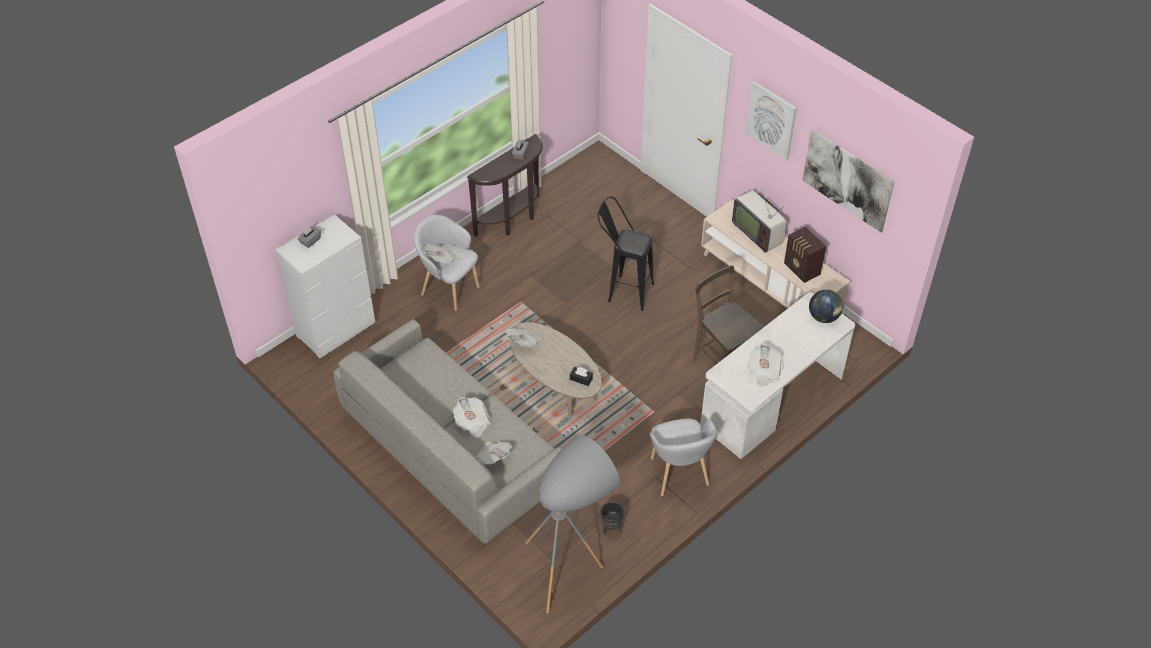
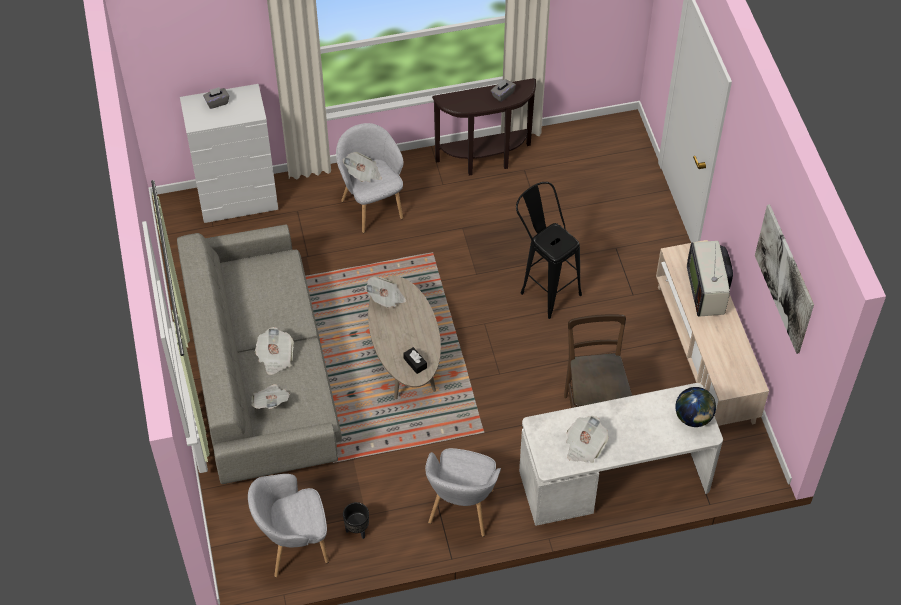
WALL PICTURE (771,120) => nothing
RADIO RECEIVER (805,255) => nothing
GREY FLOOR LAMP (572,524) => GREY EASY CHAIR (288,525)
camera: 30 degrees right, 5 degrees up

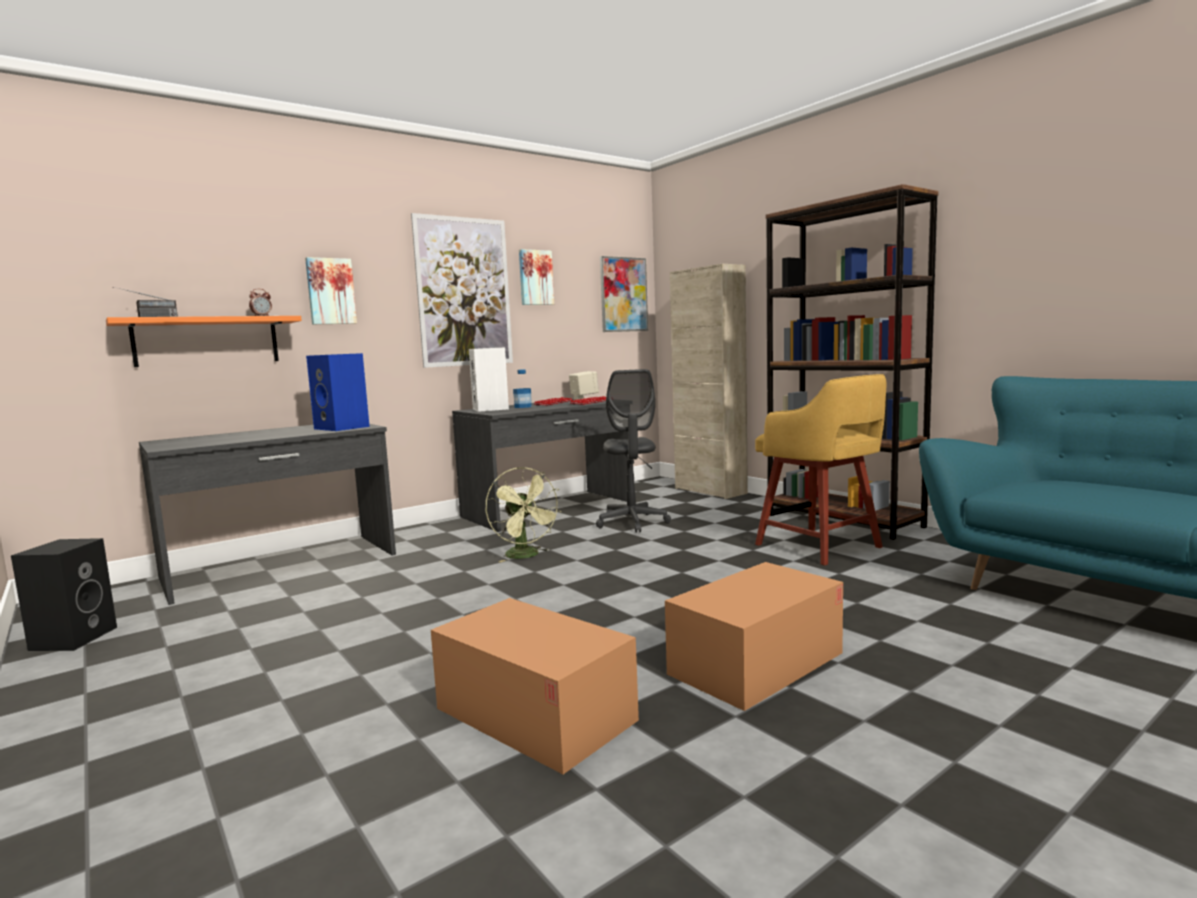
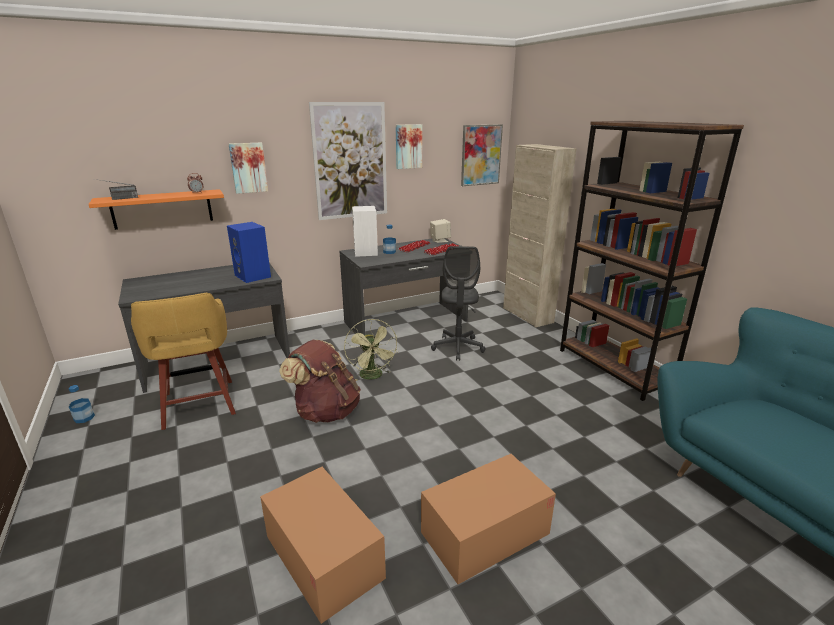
YELLOW-COLOURED STOOL SEAT (820,470) => YELLOW-COLOURED STOOL SEAT (183,361), moved
BLACK-COLOURED AUDIO SPEAKER (64,594) => BEVERAGE BOTTLE (82,404)
nothing => BROWN RUCKSACK (320,381)
camera: 10 degrees right, 15 degrees up

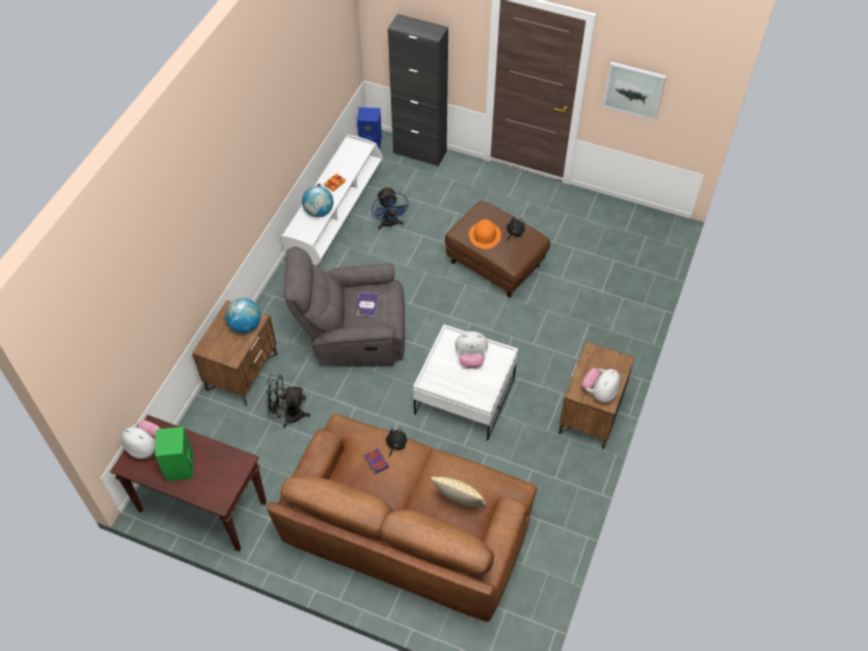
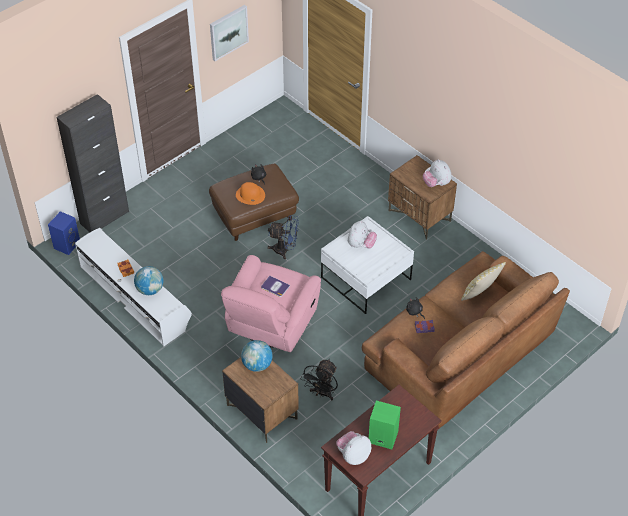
BLUISH COOLING FAN (391,207) => BLUISH COOLING FAN (283,237), moved
GREY EASY CHAIR (344,306) => PINK-COLOURED EASY CHAIR (271,303)
camera: 65 degrees left, 5 degrees down

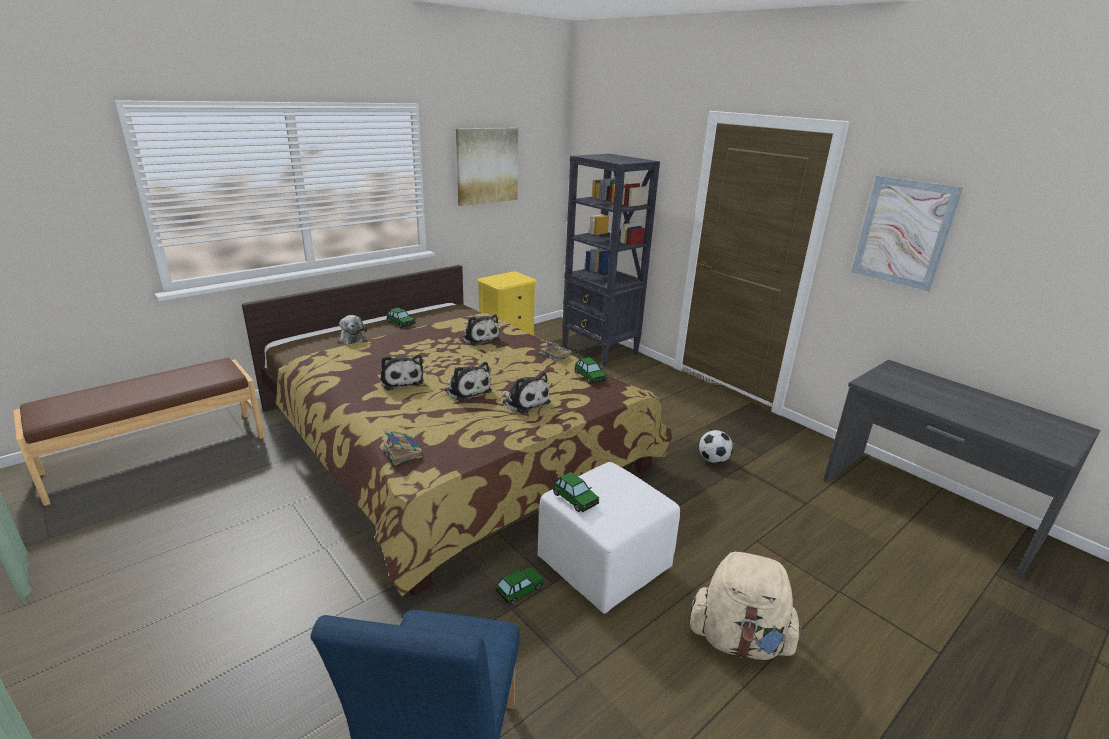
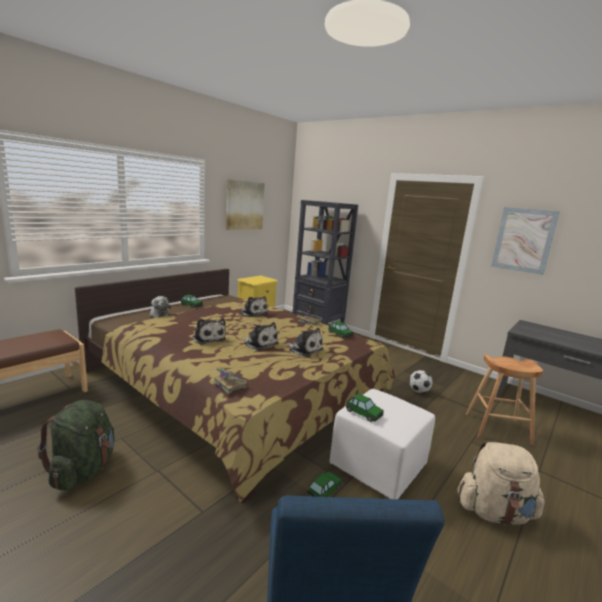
nothing => BROWN STOOL SEAT (504,400)
nothing => GREENISH RUCKSACK (76,445)
camera: 10 degrees left, 10 degrees down

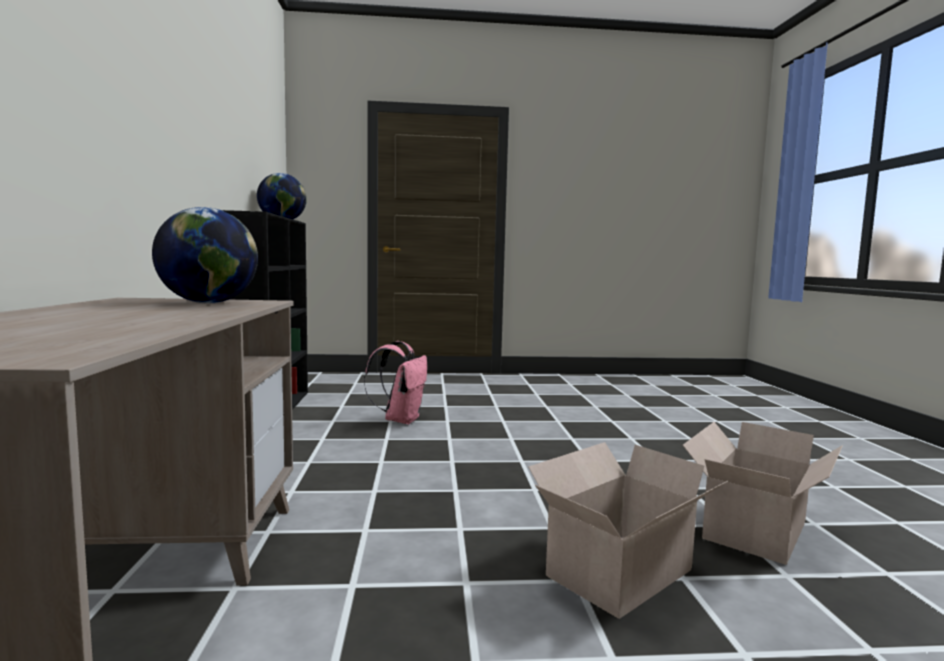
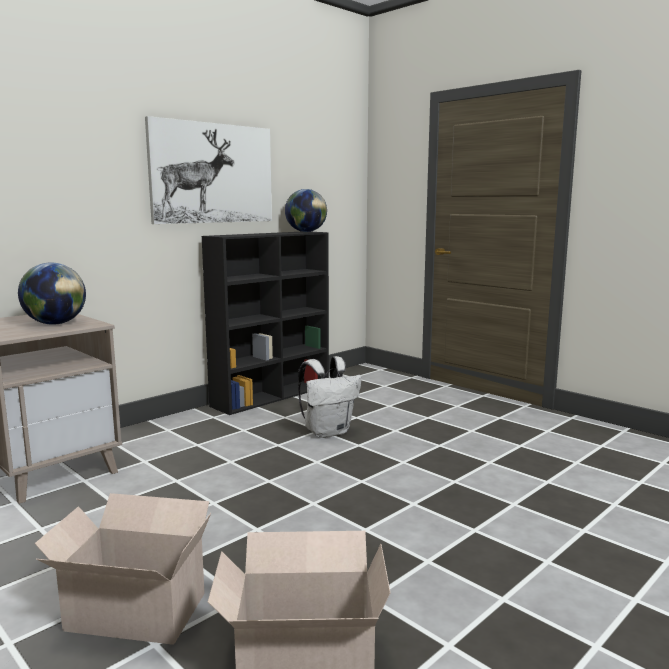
PINK-COLOURED RUCKSACK (395,382) => WHITE-COLOURED RUCKSACK (330,397)
nothing => WALL PICTURE (208,170)
camera: 50 degrees right, 5 degrees up

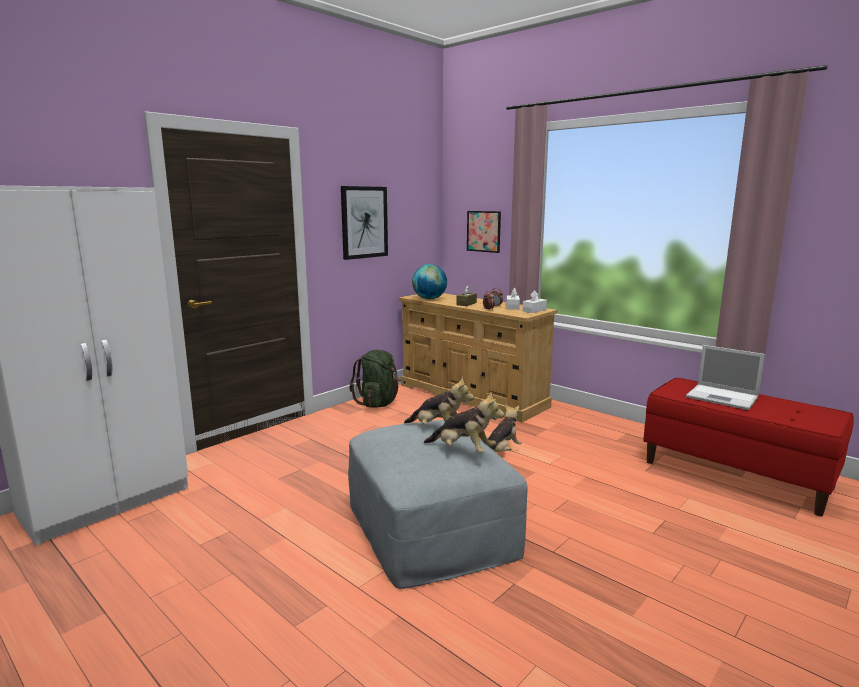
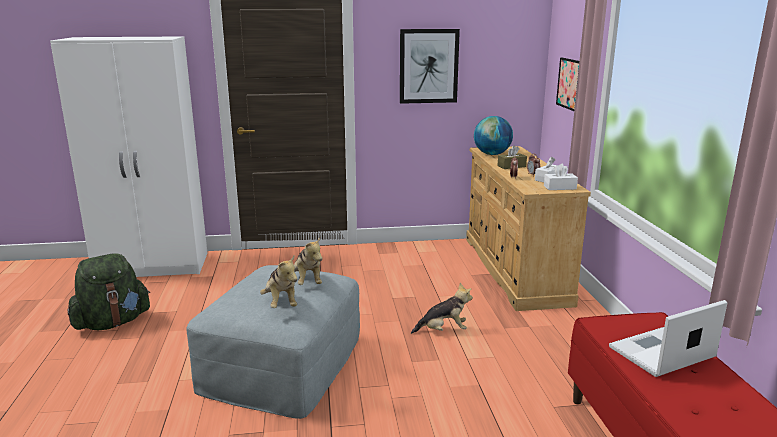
NOTEBOOK COMPUTER (725,377) => NOTEBOOK COMPUTER (668,338), 75 degrees clockwise
GREENISH RUCKSACK (375,379) => GREENISH RUCKSACK (108,291), moved
camera: 40 degrees right, 5 degrees up

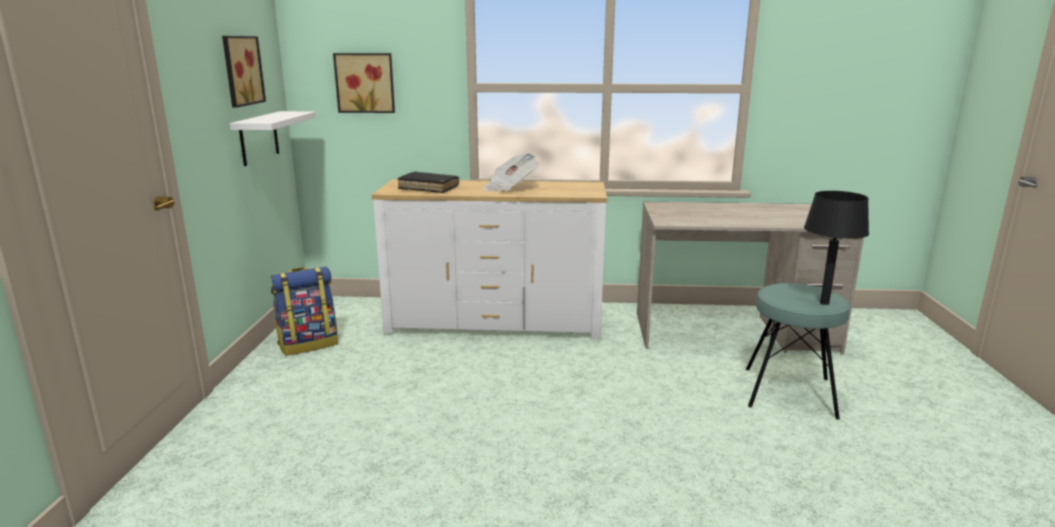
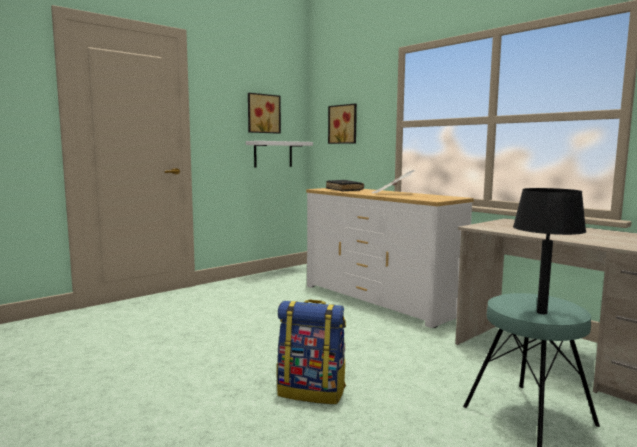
RUCKSACK (304,311) => RUCKSACK (311,352), moved
camera: 45 degrees right, 10 degrees down

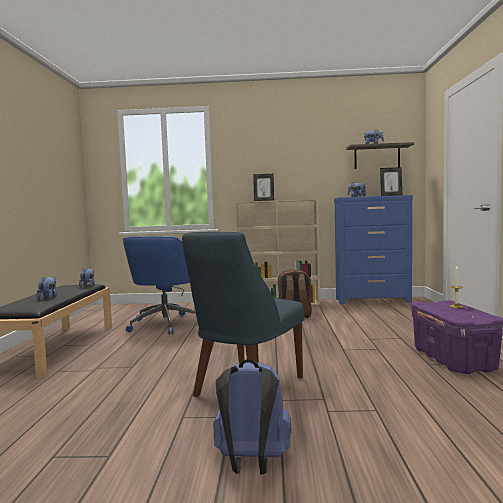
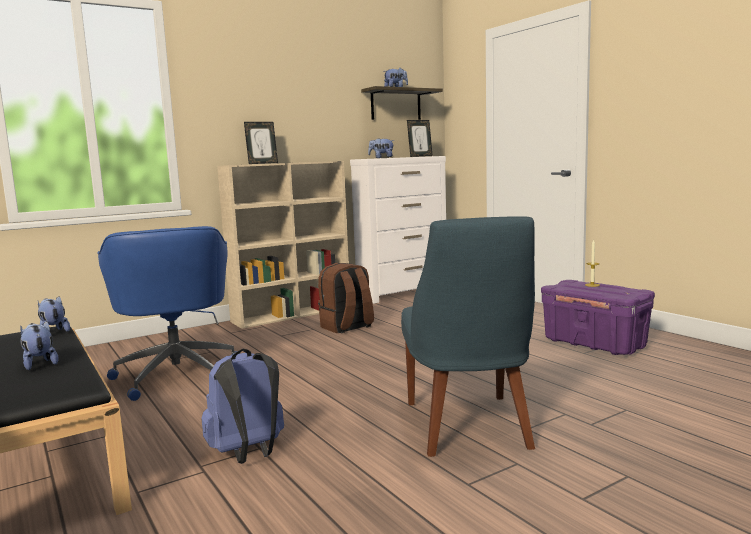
BLUISH DRAWER CHEST (373,249) => WHITE-COLOURED DRAWER CHEST (398,230)
BLUISH RUCKSACK (252,417) => BLUISH RUCKSACK (242,406), moved
camera: 35 degrees left, 5 degrees up

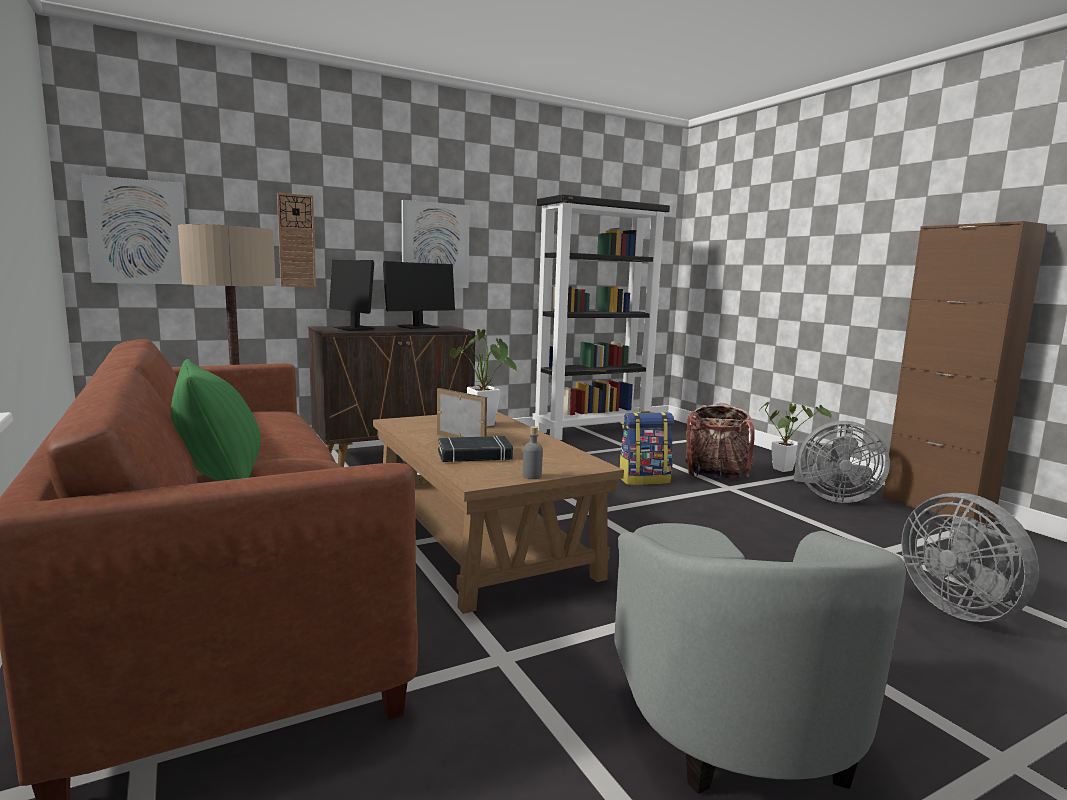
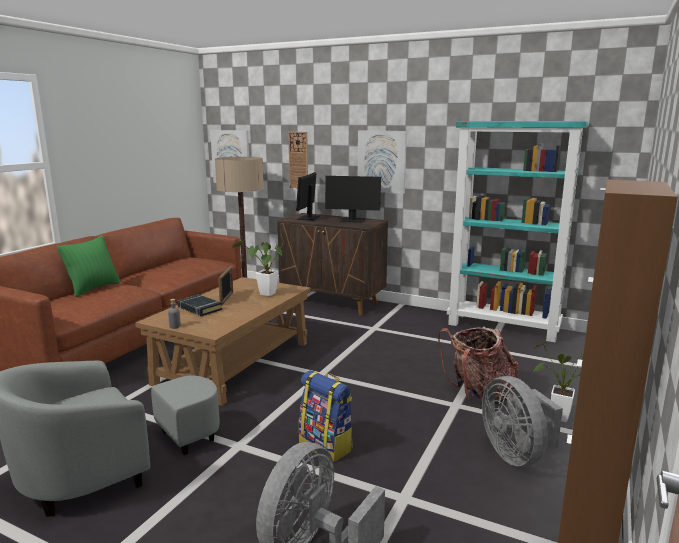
BLACK-COLOURED BOOKCASE (601,317) => TURQUOISE-COLOURED BOOKCASE (517,231)
RUCKSACK (647,448) => RUCKSACK (326,416), moved
camera: 55 degrees right, 5 degrees up

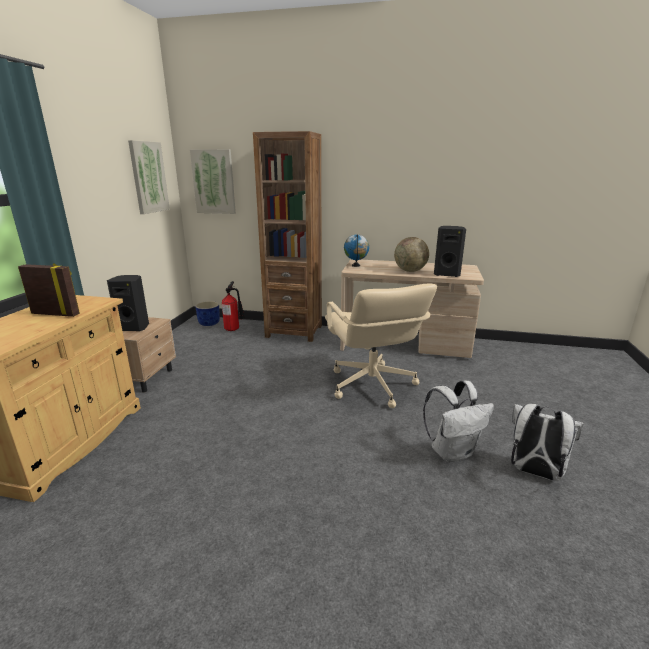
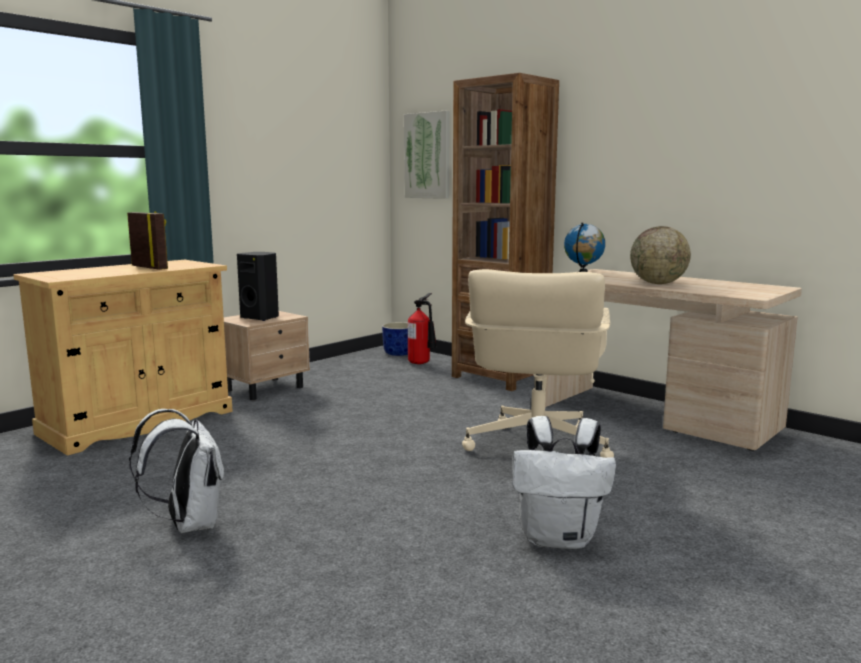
WALL PICTURE (149,177) => nothing
BLACK-COLOURED AUDIO SPEAKER (450,251) => nothing
WHITE-COLOURED RUCKSACK (547,442) => WHITE-COLOURED RUCKSACK (176,471), moved
camera: 30 degrees right, 10 degrees down

